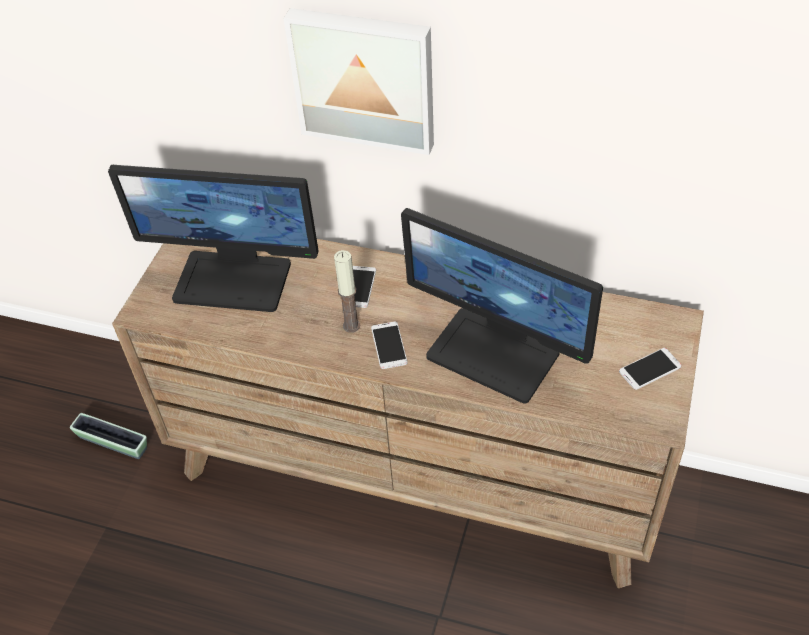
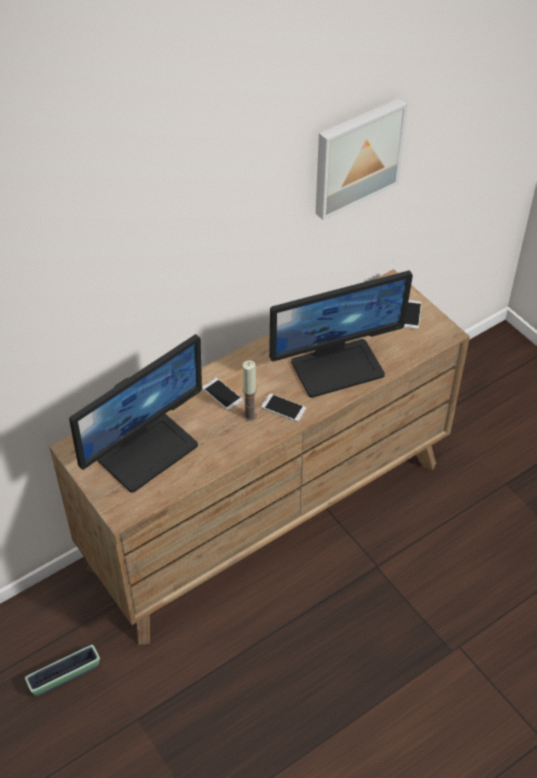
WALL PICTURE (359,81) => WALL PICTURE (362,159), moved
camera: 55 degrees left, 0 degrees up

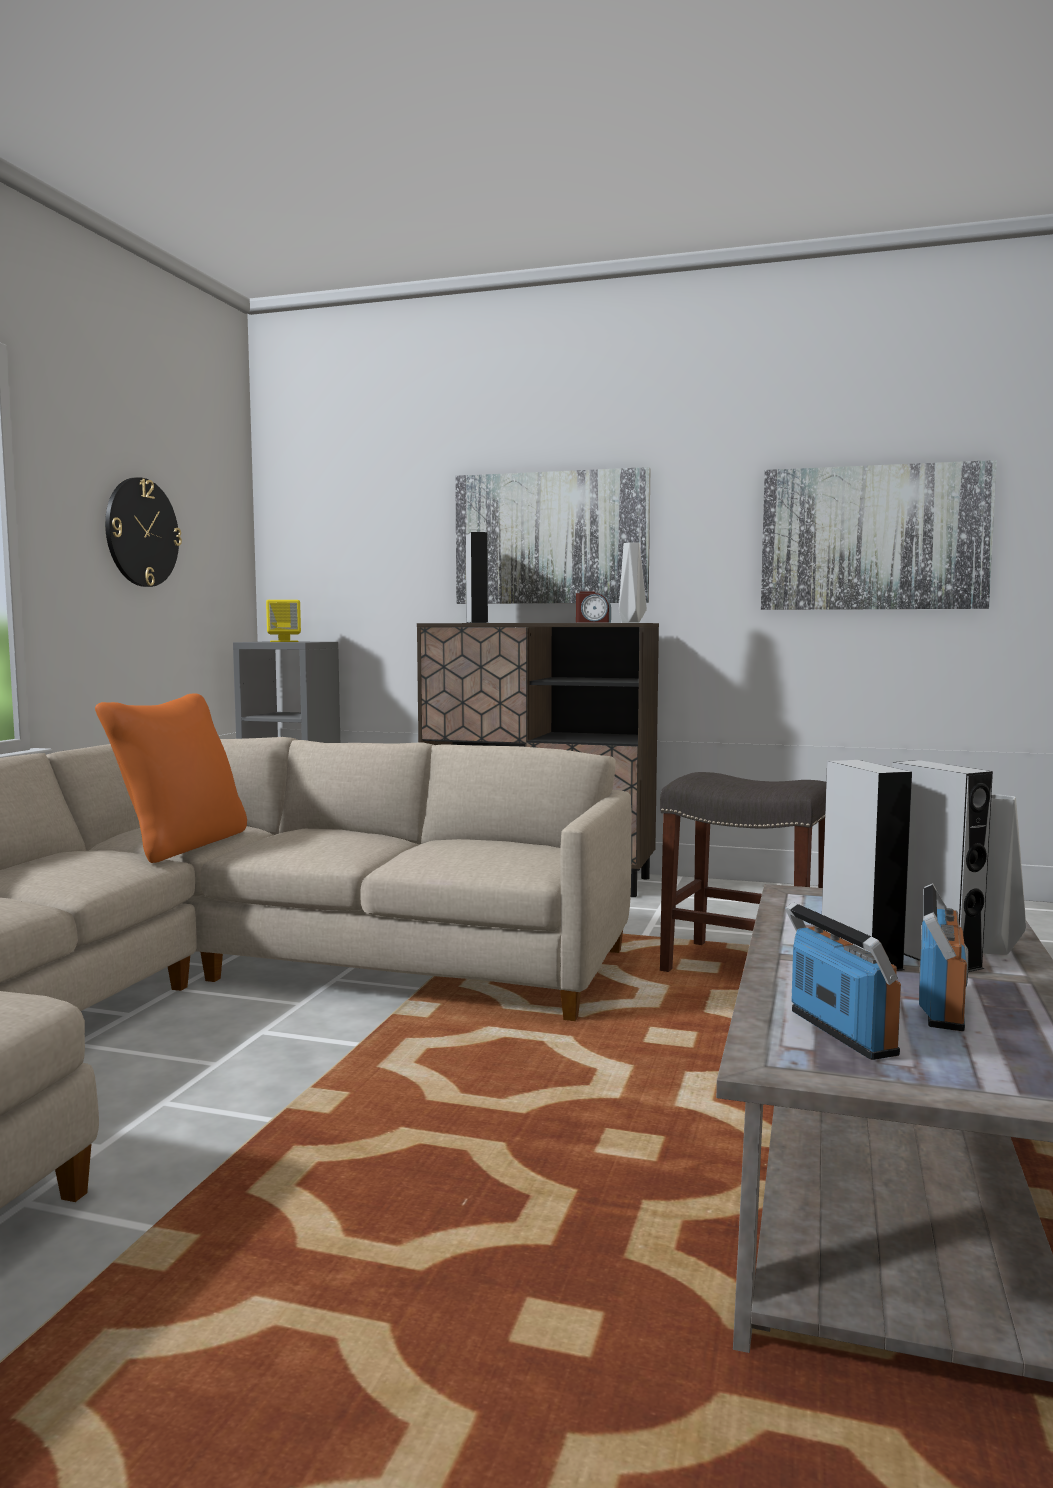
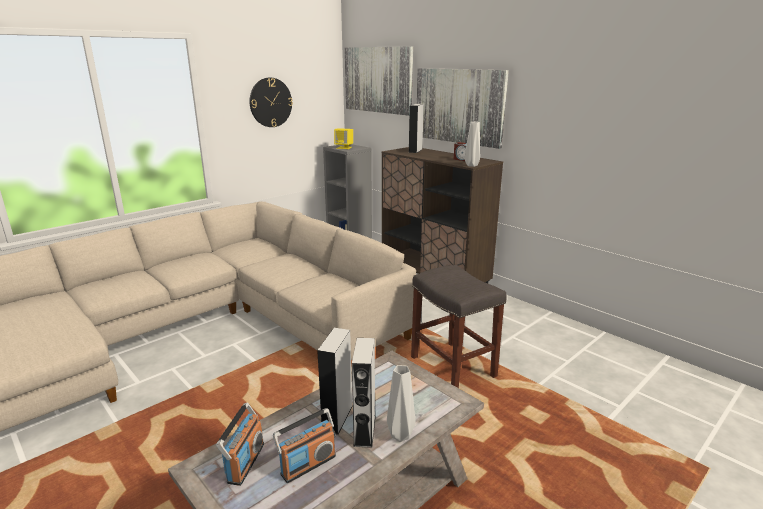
WALL PICTURE (879,535) => WALL PICTURE (379,81), moved
ORANGE-COLOURED PILLOW (171,778) => nothing
camera: 30 degrees right, 15 degrees up

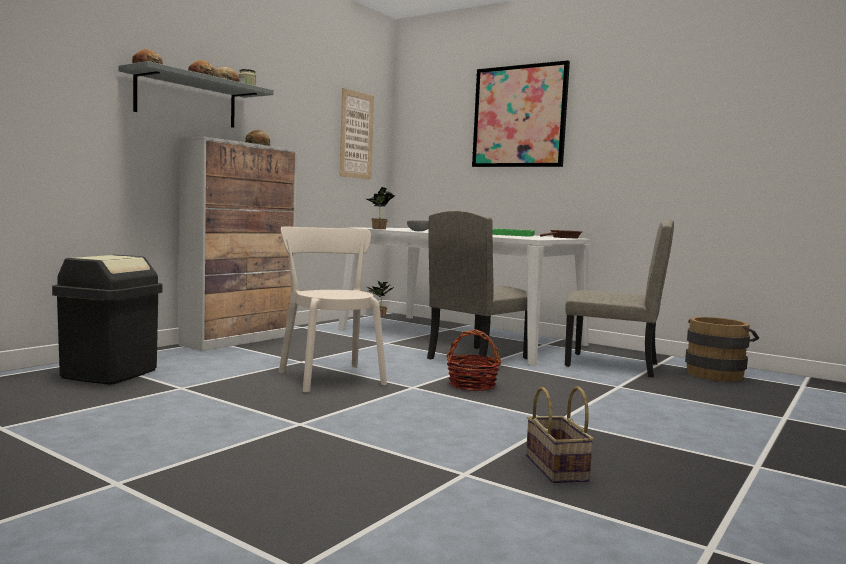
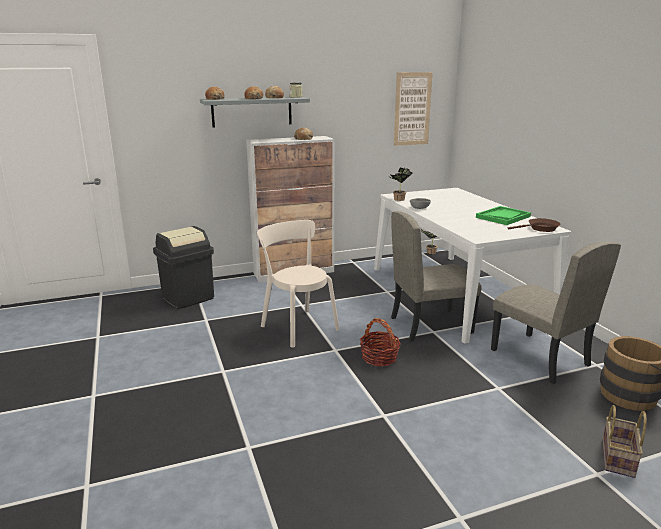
WALL PICTURE (521,113) => nothing
SAND-COLOURED PLAIN CHAIR (333,309) => SAND-COLOURED PLAIN CHAIR (298,284), 45 degrees counterclockwise
BASKET (560,434) => BASKET (624,441), moved
camera: 35 degrees right, 15 degrees up

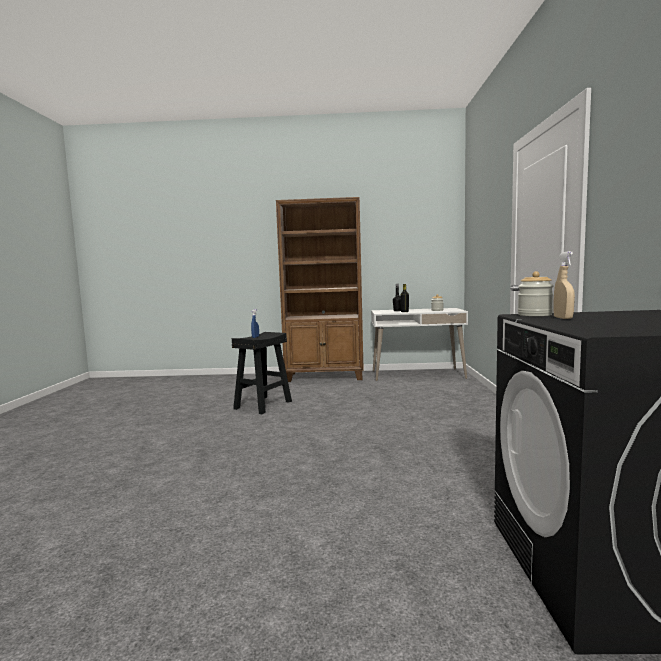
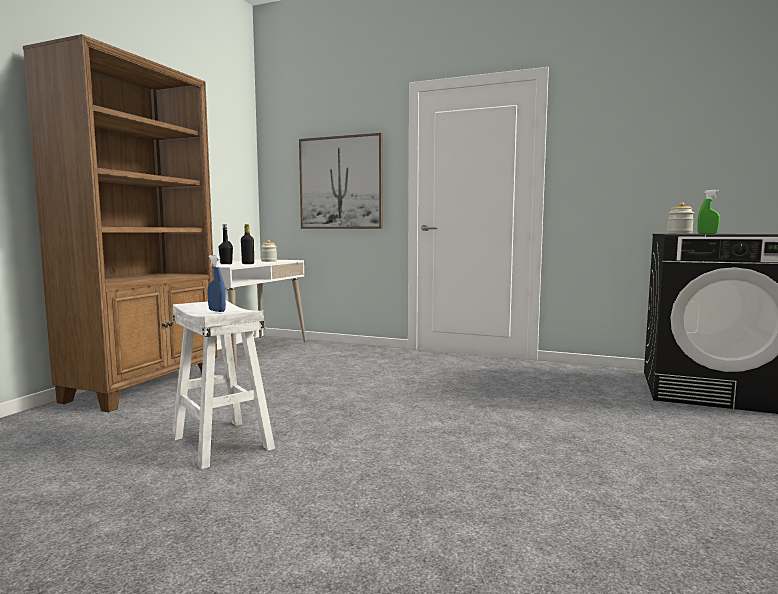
SAND-COLOURED HAND SPRAYER (564,285) => GREENISH HAND SPRAYER (708,212)
BLACK-COLOURED STOOL SEAT (262,373) => WHITE-COLOURED STOOL SEAT (223,384)
nothing => WALL PICTURE (341,181)
camera: 70 degrees left, 0 degrees up

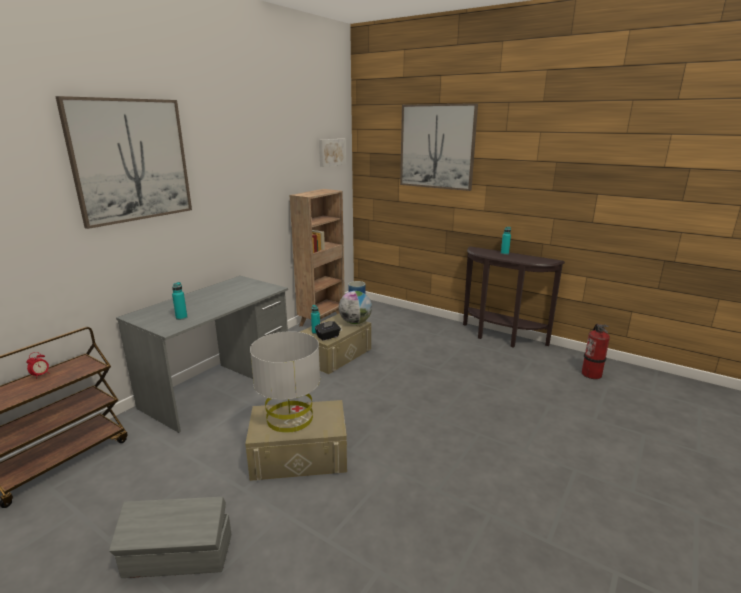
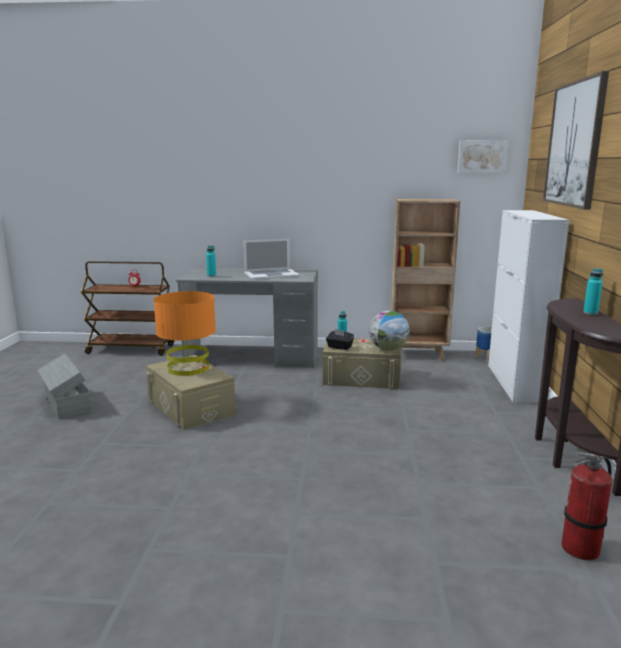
WALL PICTURE (123,162) => nothing
GREY TABLE LAMP (285,382) => ORANGE-COLOURED TABLE LAMP (184,333)
nothing => WHITE-COLOURED CABINET (528,306)
nothing => NOTEBOOK COMPUTER (271,259)
camera: 60 degrees right, 5 degrees down

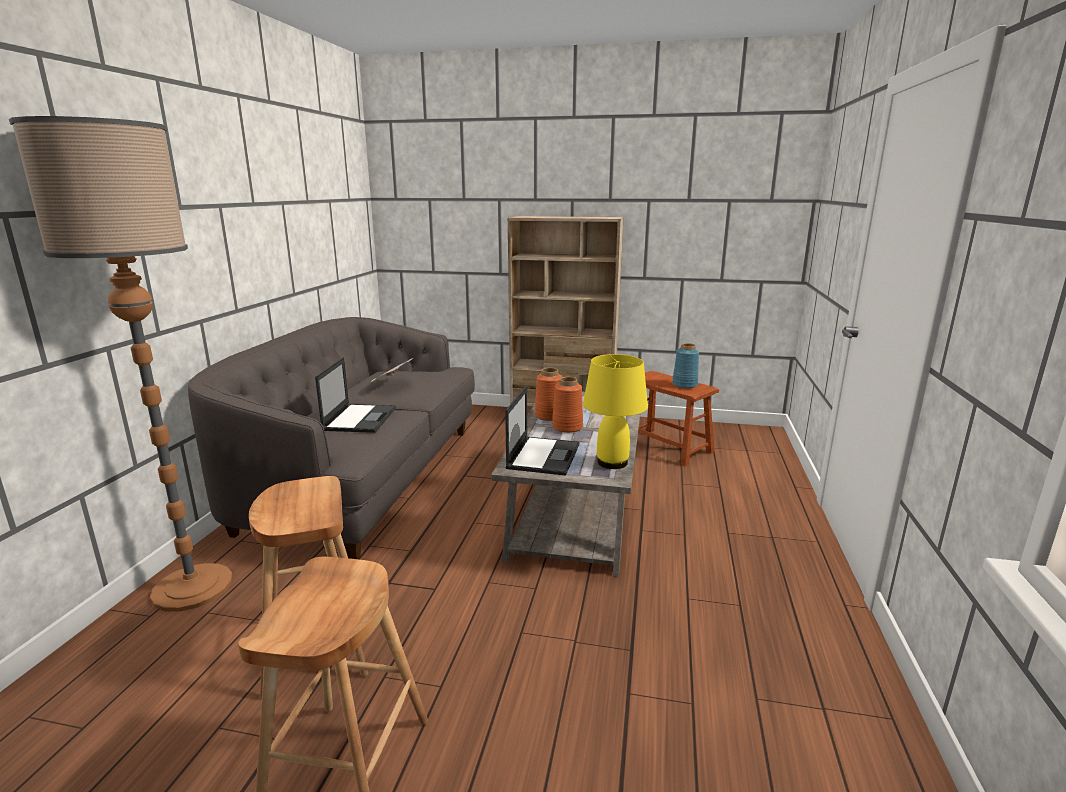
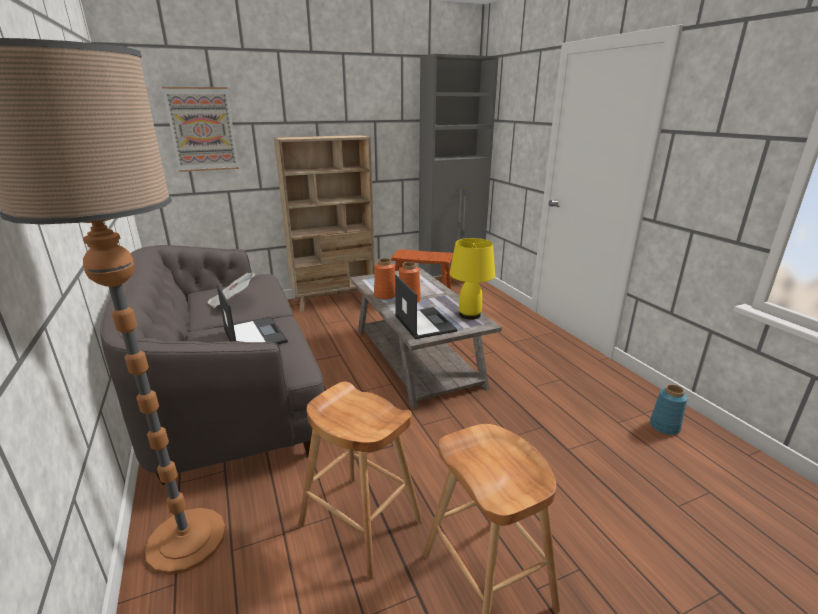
BLUISH VASE (685,365) => BLUISH VASE (668,409), moved
nothing => GREY CABINET (459,165)
nothing => WALL PICTURE (200,129)
camera: 35 degrees left, 5 degrees up

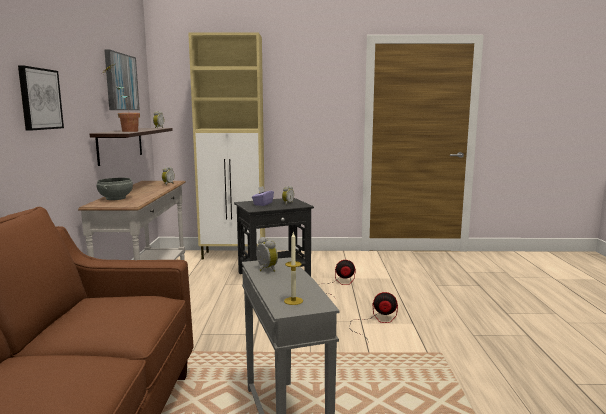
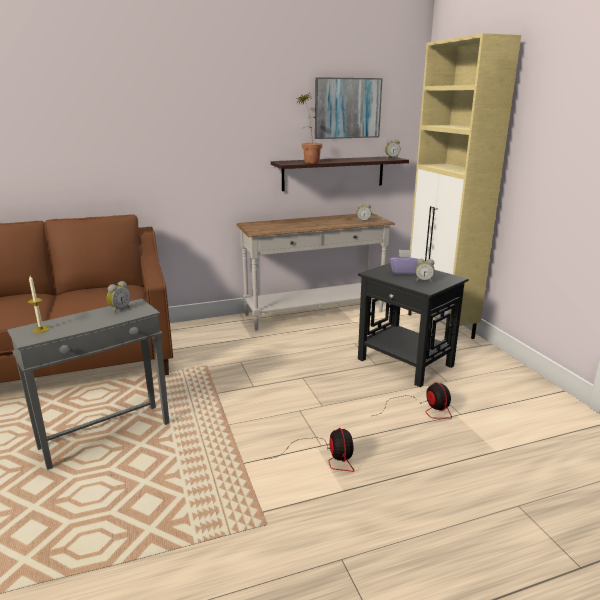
WALL PICTURE (41,98) => nothing
GREY SERVING BOWL (114,189) => nothing
camera: 70 degrees right, 10 degrees up

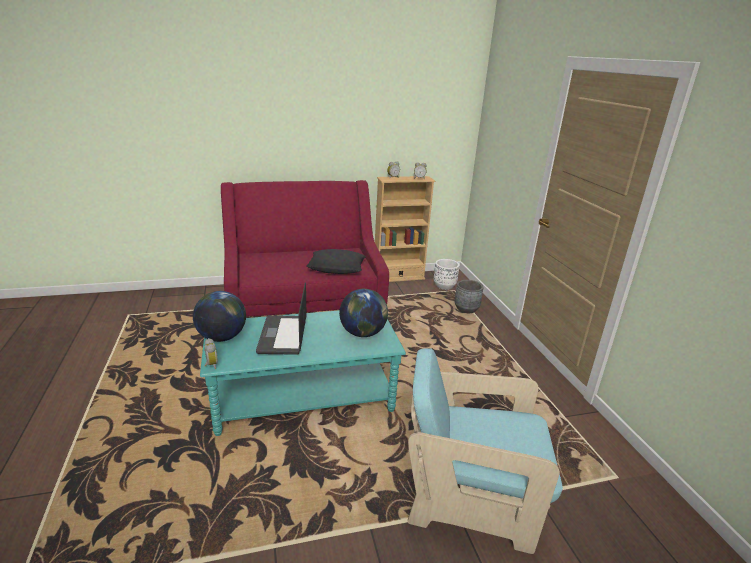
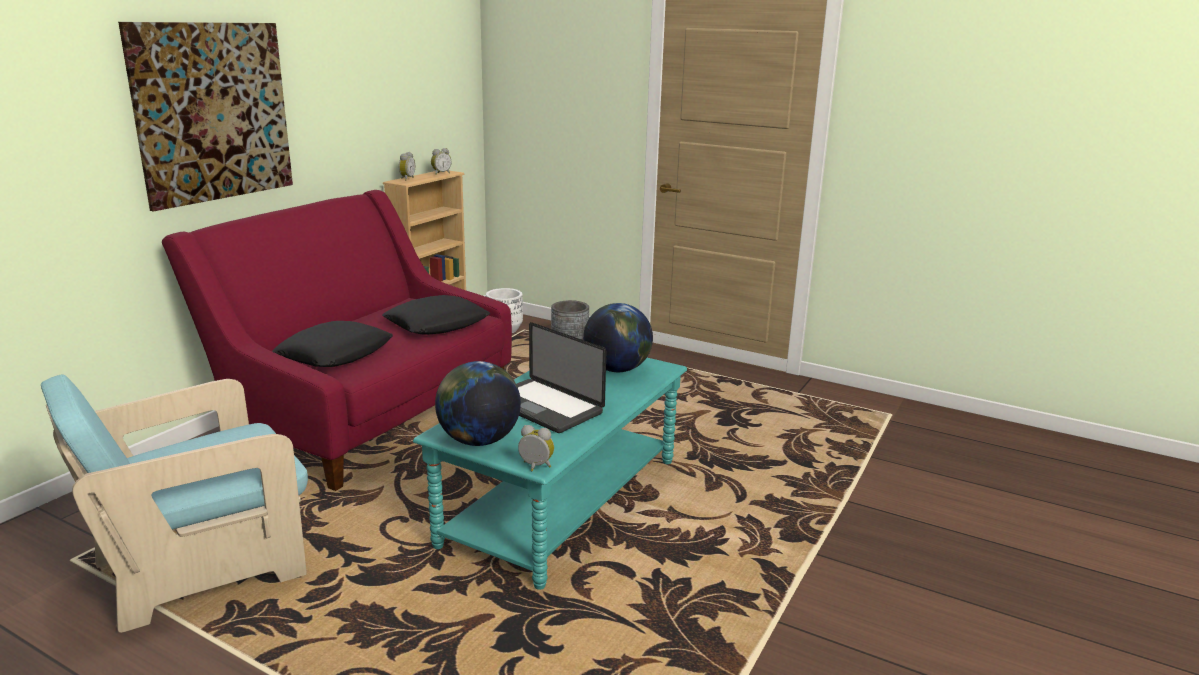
TURQUOISE-COLOURED EASY CHAIR (485,451) => TURQUOISE-COLOURED EASY CHAIR (174,503), moved
nothing => WALL PICTURE (205,116)
nothing => BLACK-COLOURED PILLOW (332,344)
camera: 45 degrees left, 5 degrees down

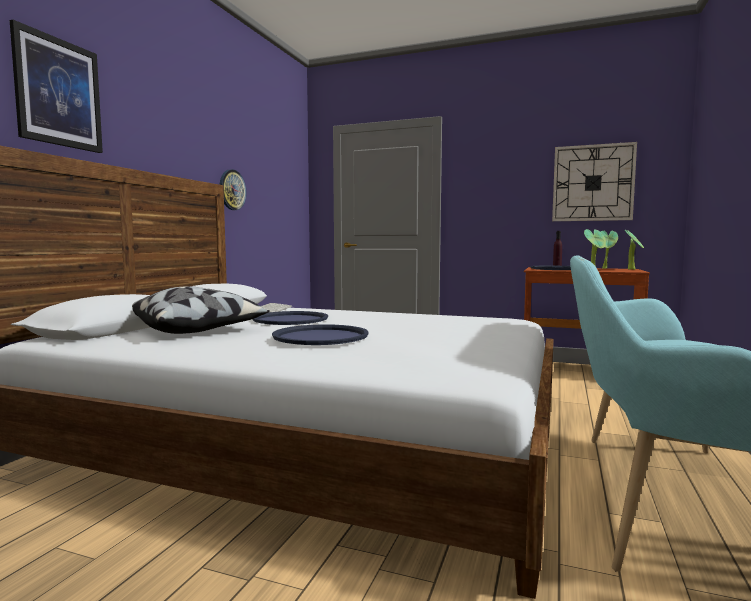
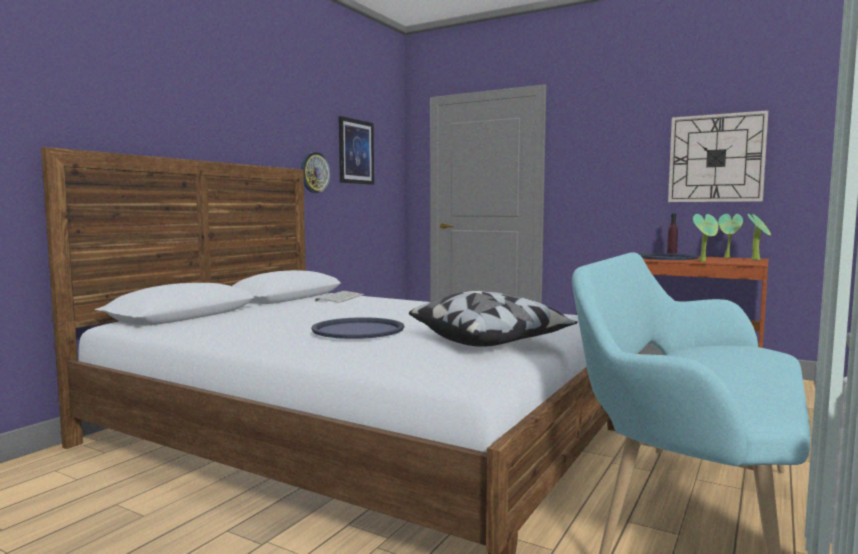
WALL PICTURE (56,86) => WALL PICTURE (356,150), moved
PILLOW (201,310) => PILLOW (493,319), moved
BLUISH CARRYING TRAY (290,318) => nothing
camera: 10 degrees right, 0 degrees up

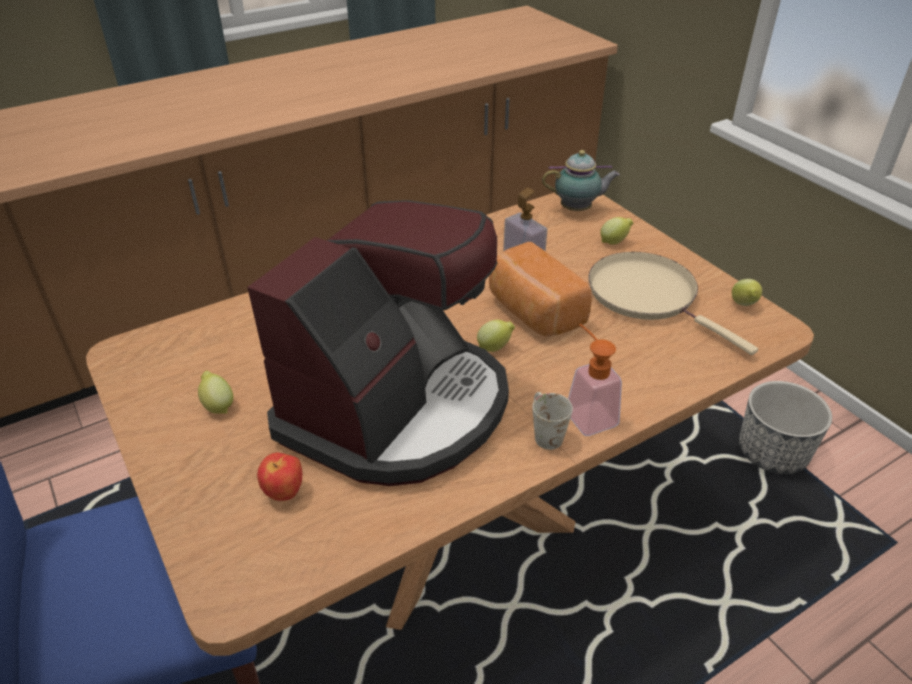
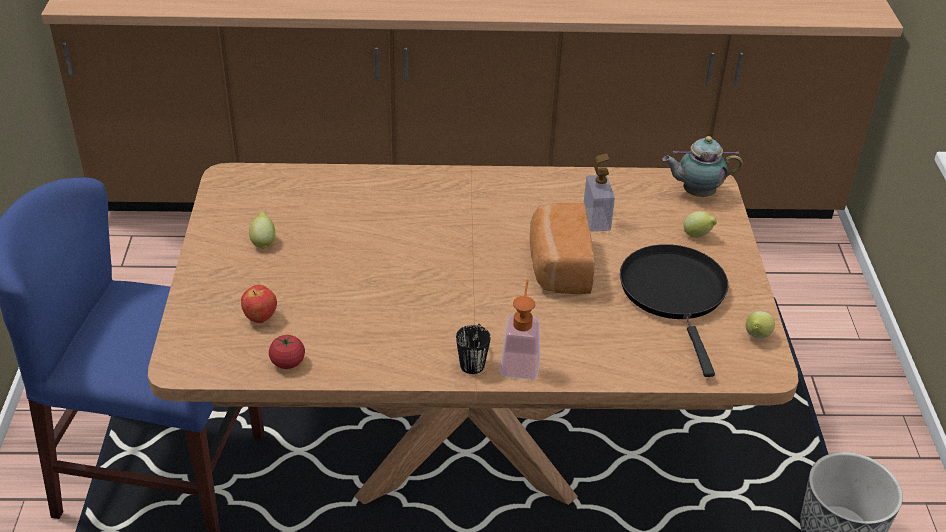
TEAPOT (581,180) => TEAPOT (702,166), 150 degrees clockwise
COFFEE MAKER (378,343) => nothing
SAND-COLOURED PAN (673,303) => BLACK-COLOURED PAN (674,310)
WHOLE LEMON (496,336) => nothing
WHITE-COLOURED MUG (552,421) => BLACK-COLOURED MUG (473,349)
nothing => TOMATO (287,352)
camera: 30 degrees right, 0 degrees up

